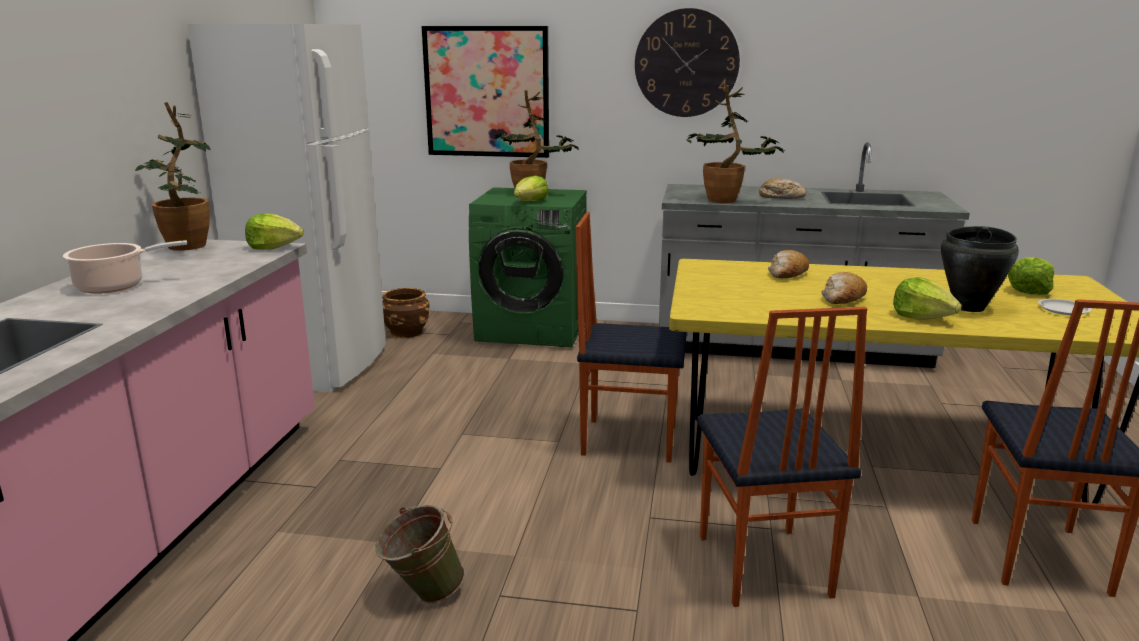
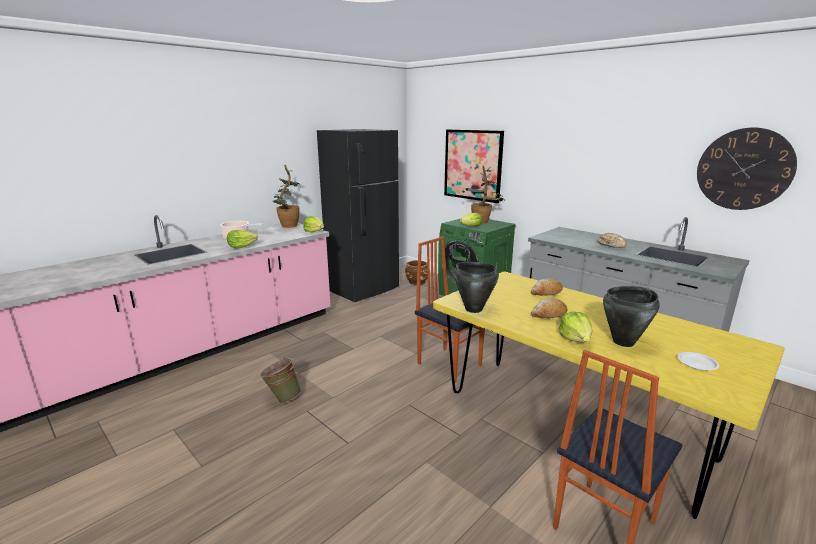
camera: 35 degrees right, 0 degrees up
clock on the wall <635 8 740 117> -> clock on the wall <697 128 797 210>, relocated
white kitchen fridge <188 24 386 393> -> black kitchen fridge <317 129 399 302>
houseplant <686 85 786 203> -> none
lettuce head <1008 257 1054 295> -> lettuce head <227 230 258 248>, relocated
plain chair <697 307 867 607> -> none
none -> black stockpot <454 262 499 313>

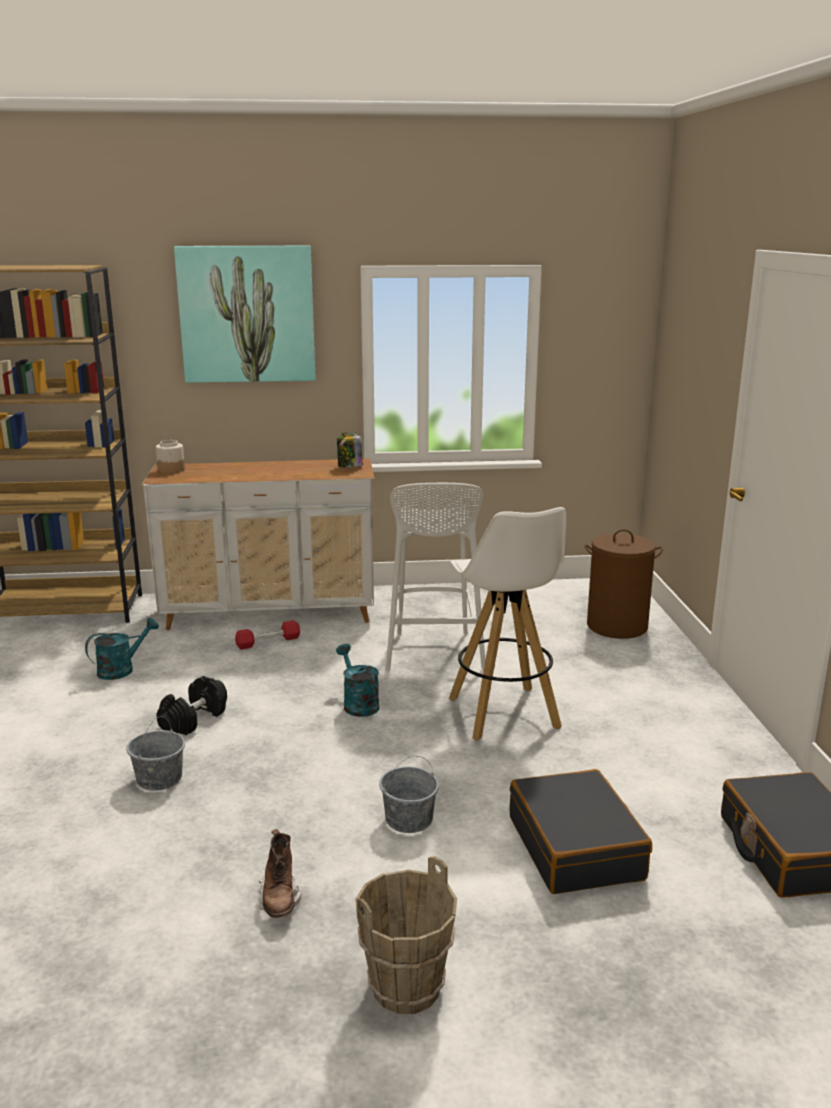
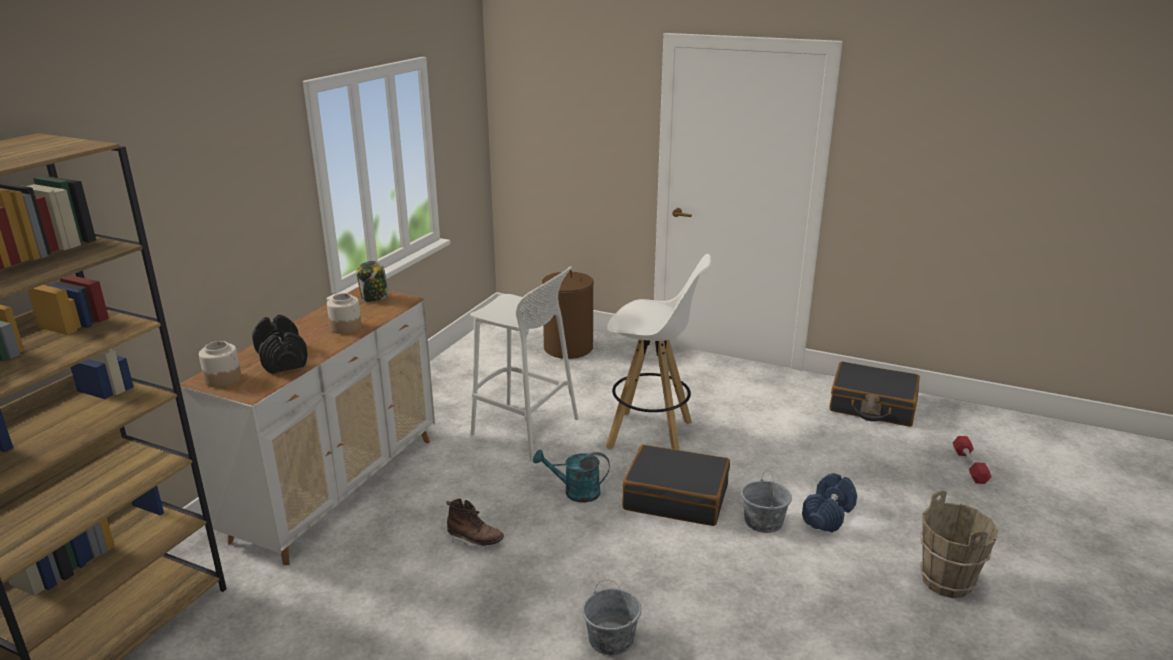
camera: 60 degrees left, 5 degrees up
wall picture <174 246 315 383> -> none
blue-green watering can <85 618 159 680> -> none
reddish hand weight <235 620 300 650> -> reddish hand weight <953 436 992 484>, relocated
black hand weight <156 676 227 735> -> black hand weight <252 315 308 374>, relocated
black travel case <509 769 652 894> -> black travel case <622 445 730 526>, relocated
brown-coloured tall boot <259 829 301 918> -> brown-coloured tall boot <446 498 504 548>, relocated
none -> storage jar <327 293 362 334>
none -> bluish hand weight <802 473 857 532>

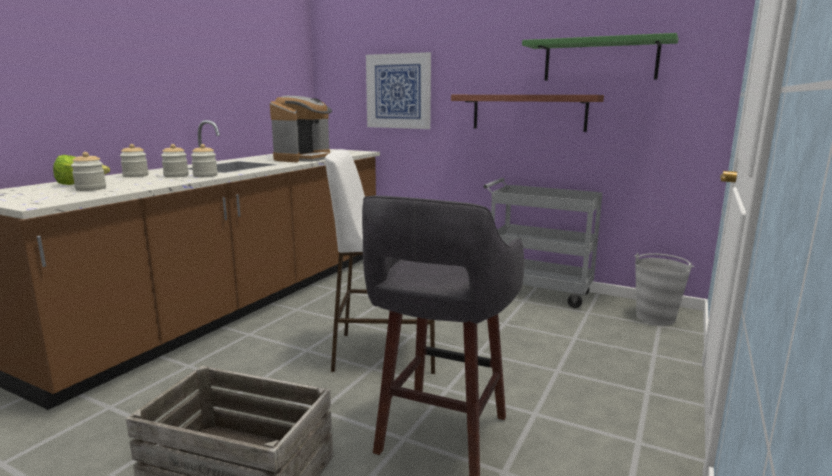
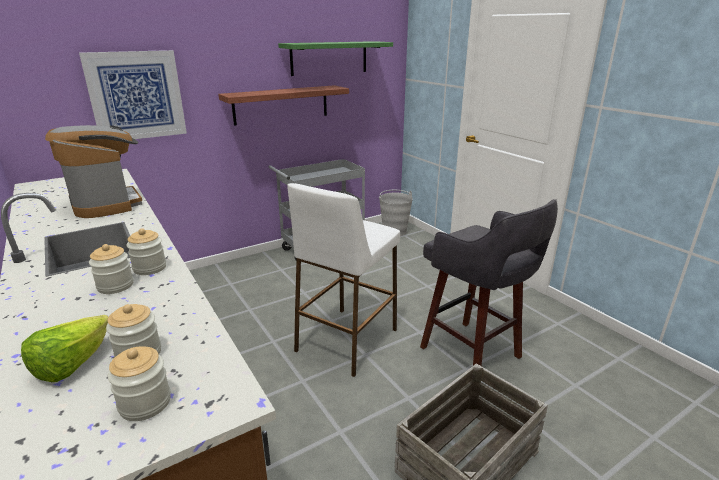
camera: 60 degrees left, 10 degrees up
storage jar <120 144 149 177> -> storage jar <108 347 171 421>, relocated

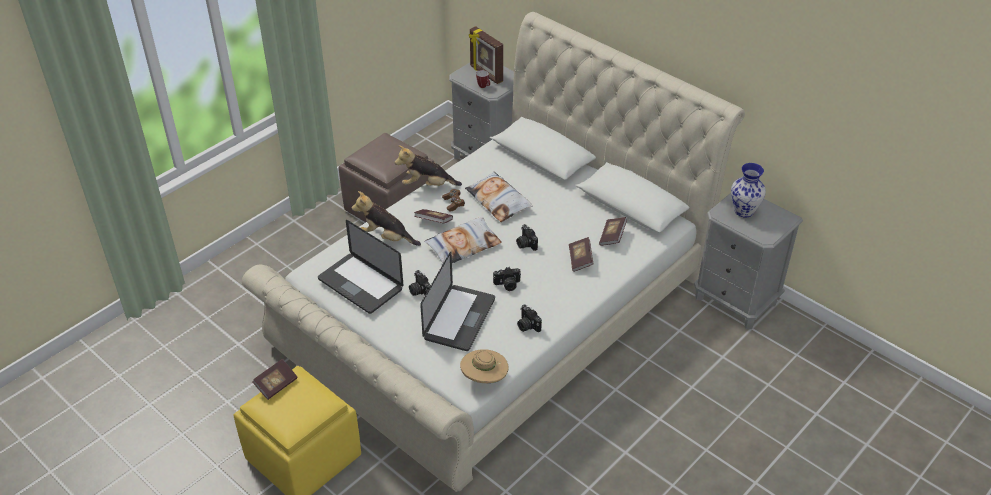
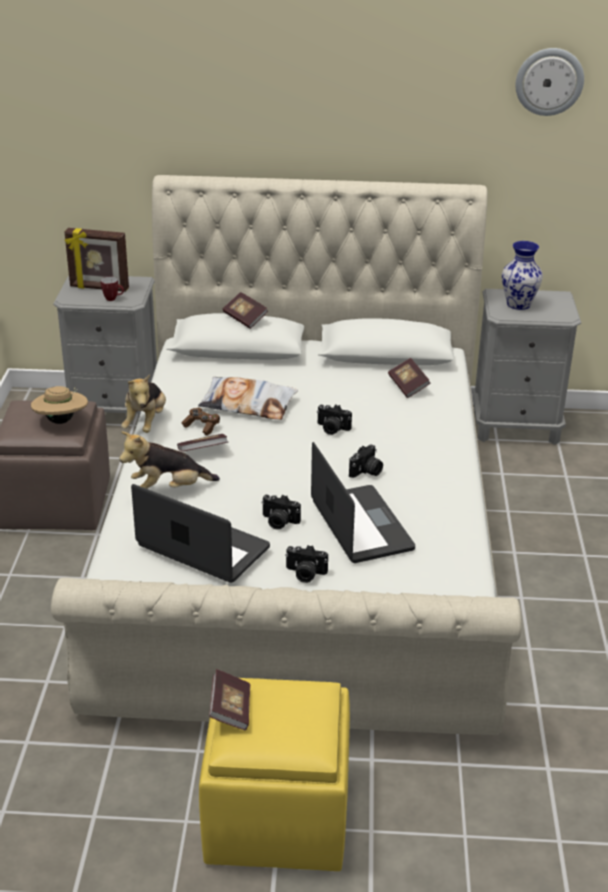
camera: 40 degrees left, 10 degrees down
plush toy <395 145 462 186> -> plush toy <121 374 166 433>, 45 degrees counterclockwise
throw pillow <424 217 502 263> -> none
notebook computer <318 220 403 314> -> notebook computer <131 484 270 583>, 150 degrees counterclockwise
book <569 237 593 272> -> book <223 292 268 329>, relocated
photo camera <517 304 542 332> -> photo camera <285 545 328 583>, relocated
beige-coloured hat <460 349 509 383> -> beige-coloured hat <31 386 88 424>, relocated
none -> clock on the wall <515 48 584 116>

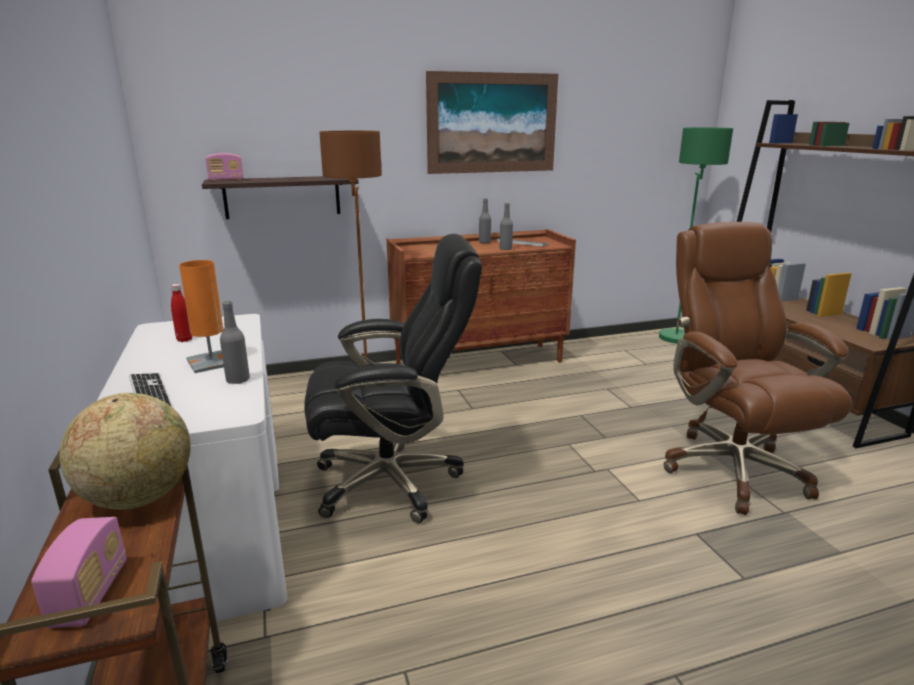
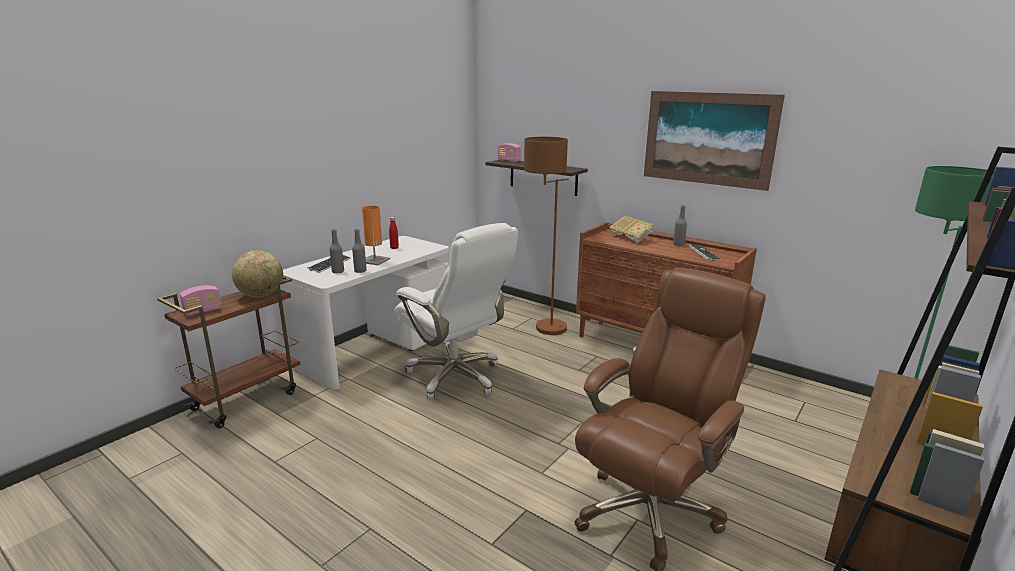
camera: 55 degrees right, 0 degrees up
grey bottle <500 203 513 250> -> grey bottle <329 229 344 274>, relocated
black desk chair <304 234 482 523> -> white desk chair <395 223 518 400>
none -> book <609 216 654 243>

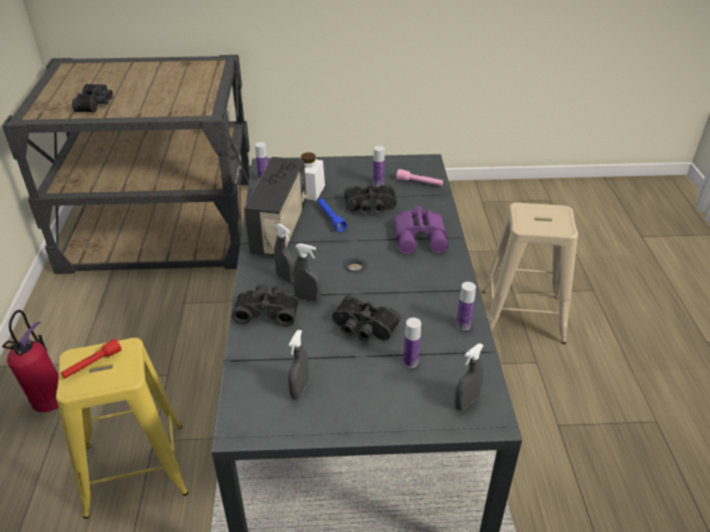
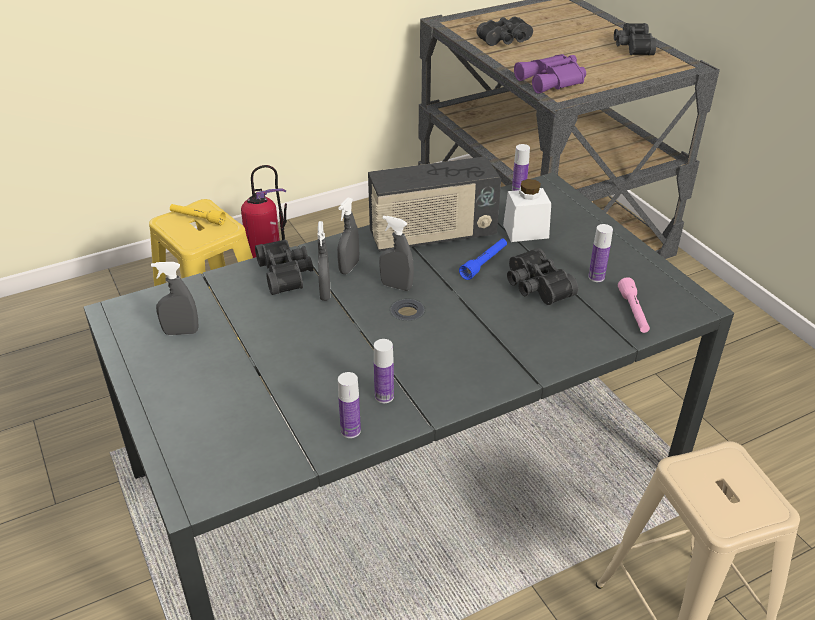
camera: 65 degrees right, 0 degrees up
purple-coloured field glasses <393 206 448 254> -> purple-coloured field glasses <514 54 586 94>, relocated
black field glasses <332 295 401 342> -> black field glasses <614 23 657 55>, relocated
bottle <403 318 421 368> -> bottle <374 339 394 403>, relocated
reddish torch <61 339 122 378> -> yellow-coloured torch <170 204 226 225>
grey hand sprayer <455 343 484 410> -> grey hand sprayer <379 215 414 291>, relocated

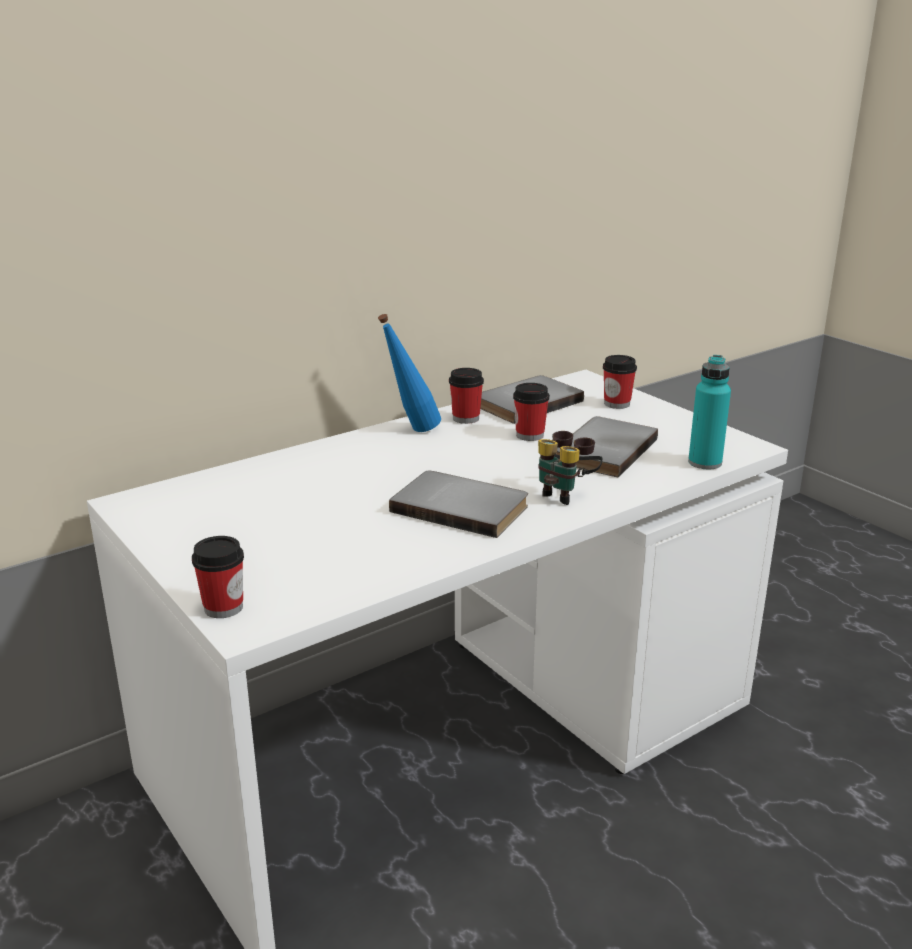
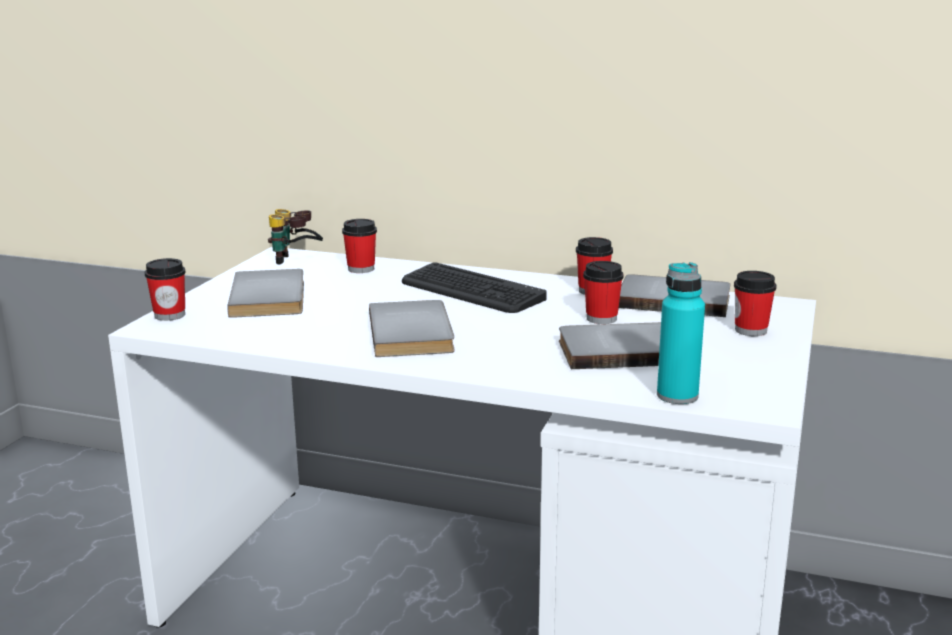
camera: 55 degrees right, 5 degrees down
bluish bottle <378 314 441 432> -> none
field glasses <538 431 602 505> -> field glasses <268 209 323 265>, relocated
none -> small cup <342 219 377 273>
none -> computer keyboard <402 262 547 313>
none -> grey book <227 269 304 318>

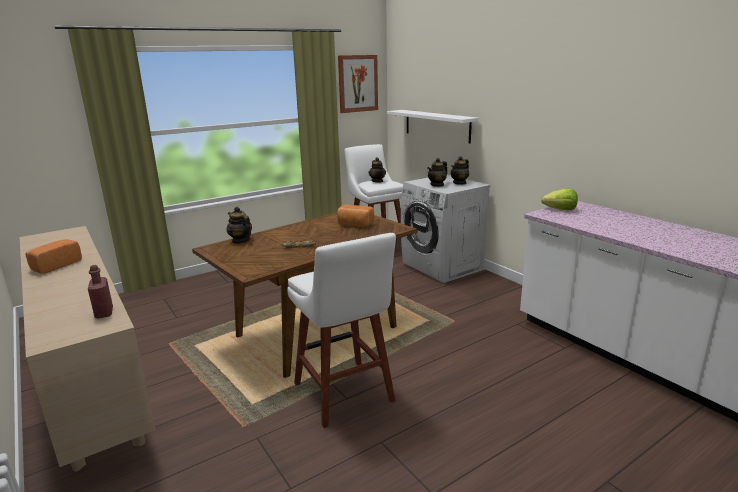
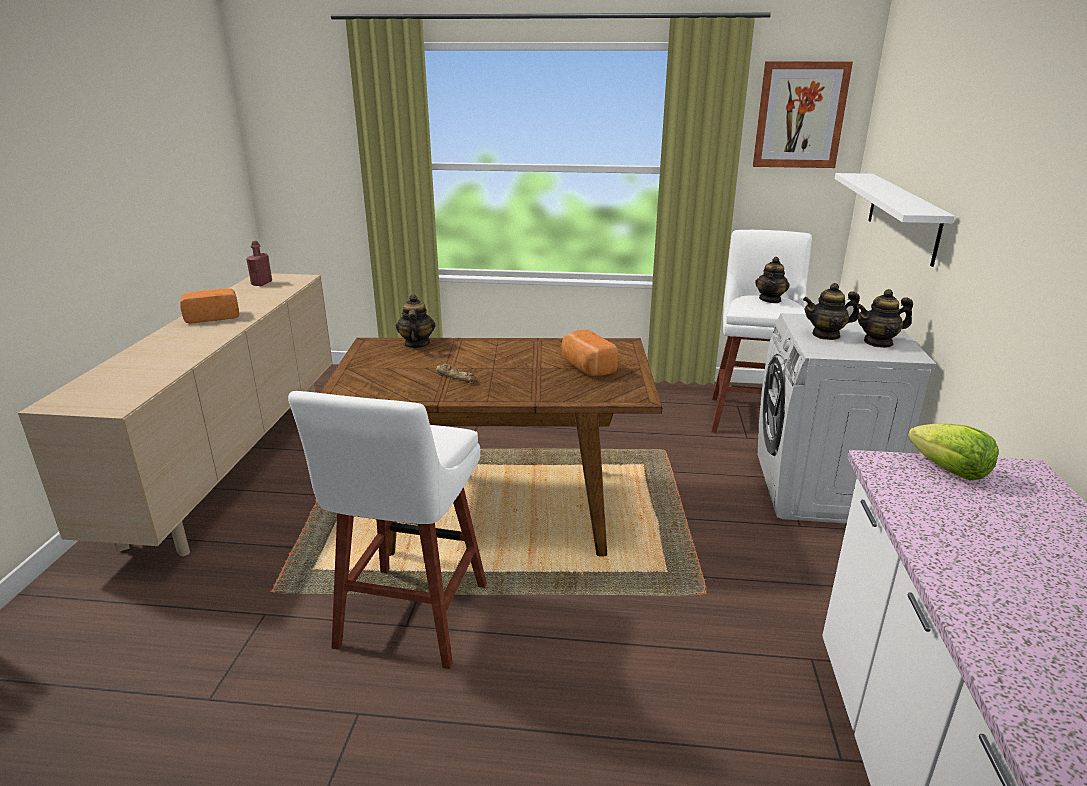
camera: 40 degrees right, 5 degrees up
reddish bottle <88 265 113 318> -> reddish bottle <246 241 272 286>, relocated

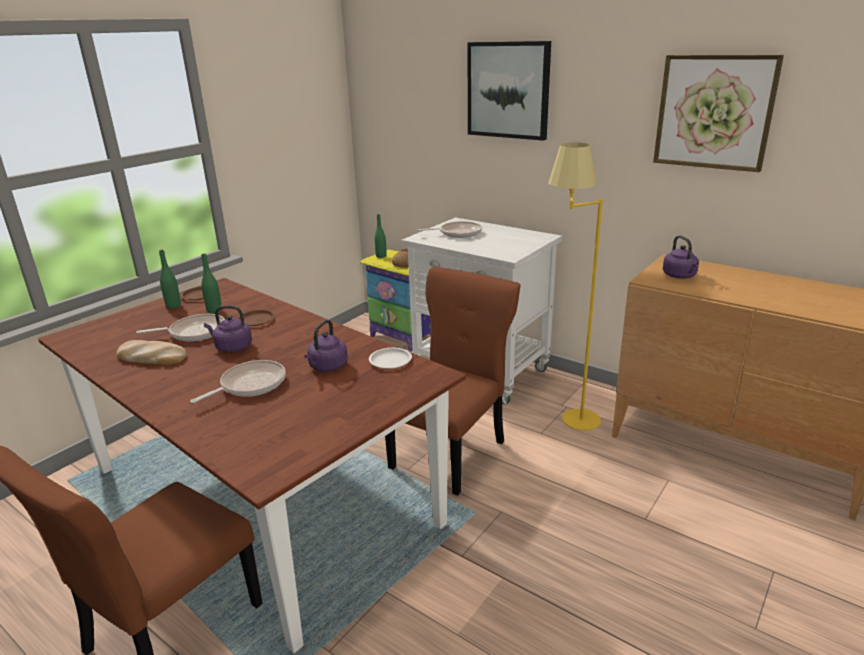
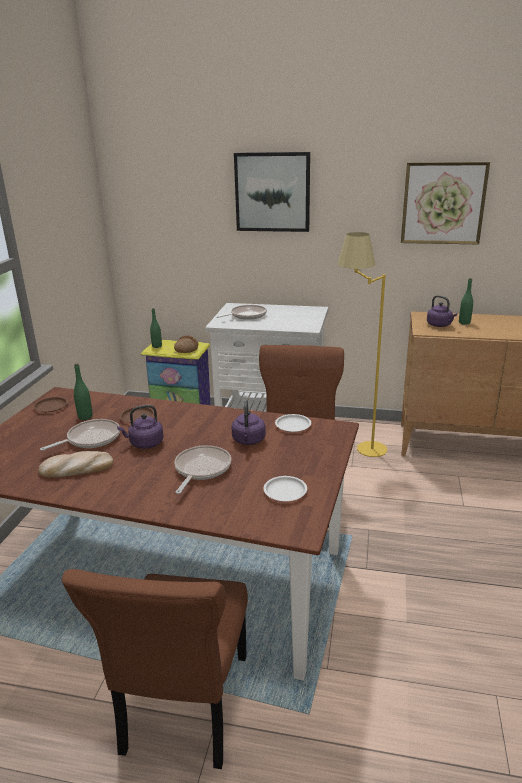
camera: 25 degrees left, 0 degrees up
greenish bottle <159 250 181 308> -> greenish bottle <459 278 473 325>, relocated
none -> white plate <264 476 307 501>

